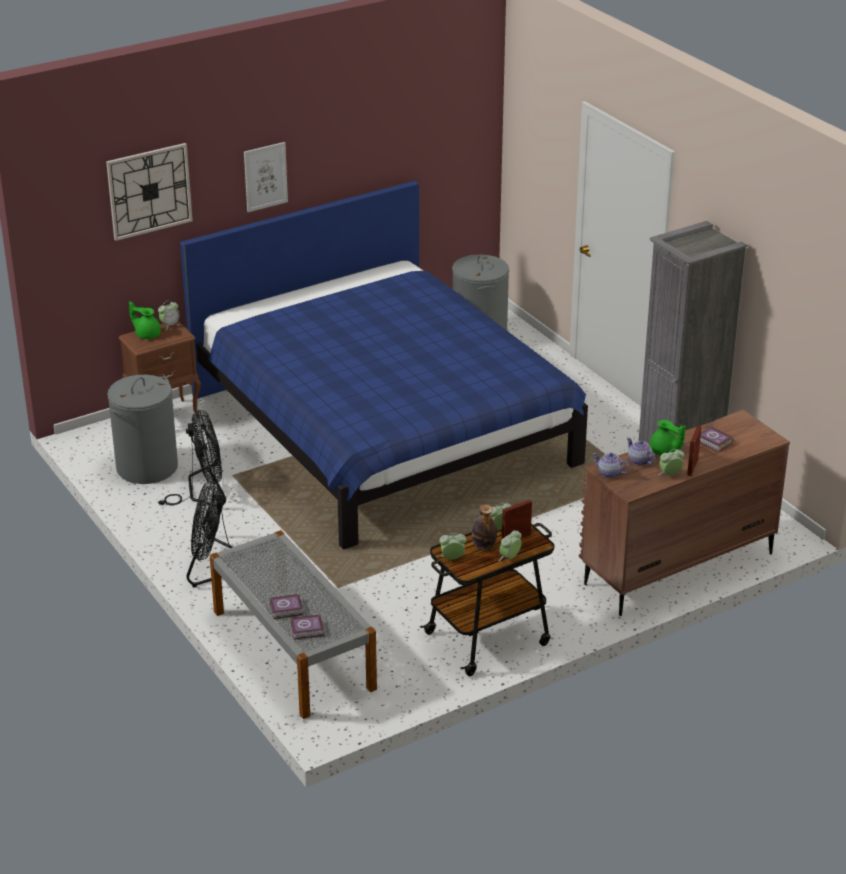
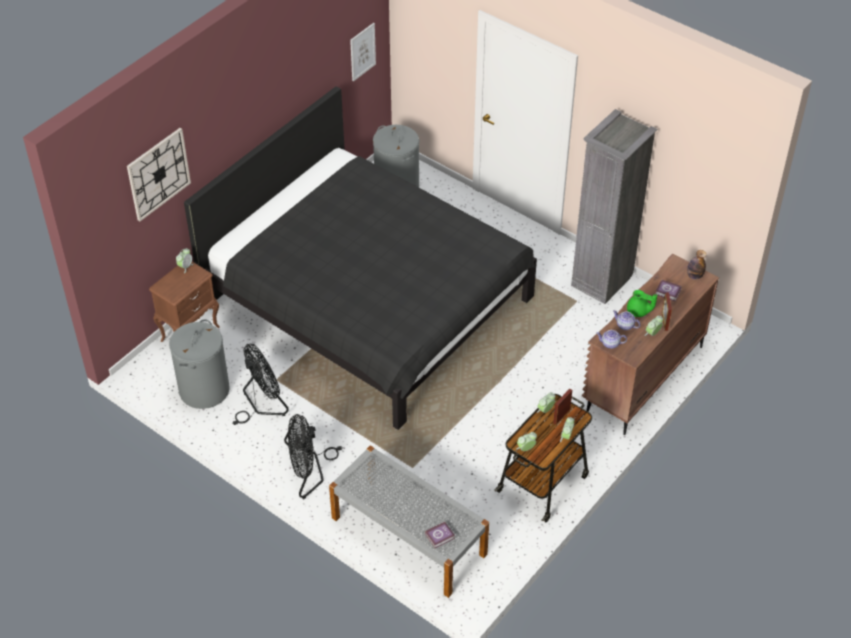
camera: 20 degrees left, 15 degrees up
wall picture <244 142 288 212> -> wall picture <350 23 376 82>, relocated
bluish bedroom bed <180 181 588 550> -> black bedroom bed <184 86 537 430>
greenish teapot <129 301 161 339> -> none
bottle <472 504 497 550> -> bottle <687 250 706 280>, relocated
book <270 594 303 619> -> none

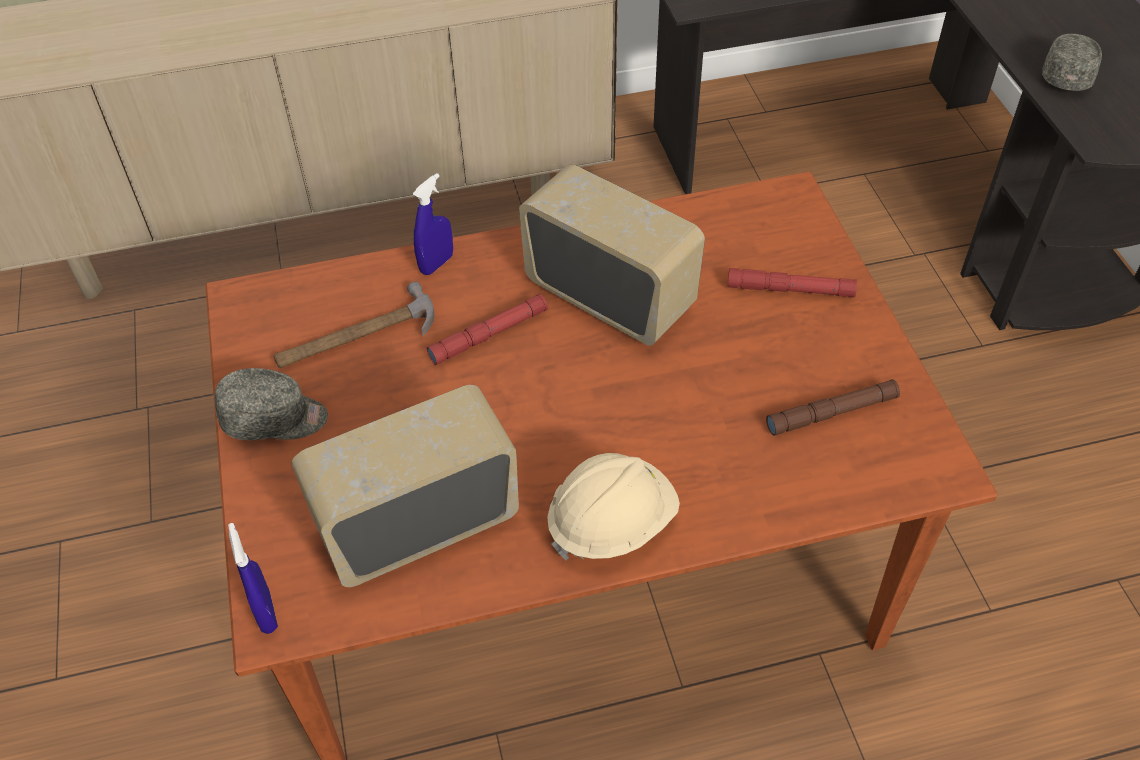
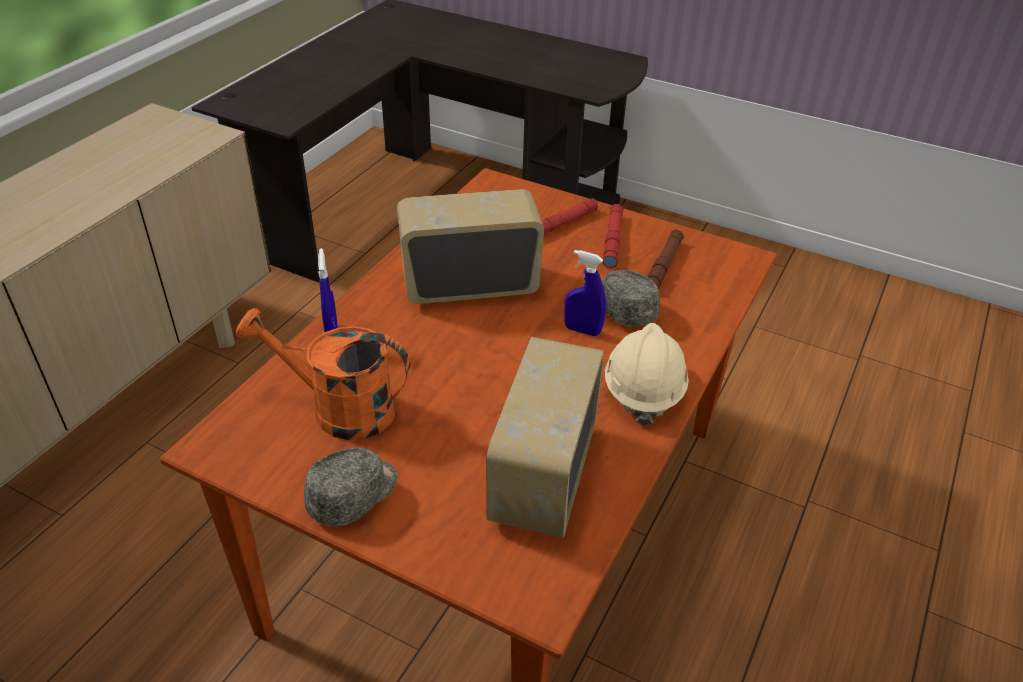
camera: 50 degrees left, 10 degrees down
grey peaked cap <1042 34 1102 91> -> grey peaked cap <602 270 660 327>, relocated
tool hammer <274 281 435 368> -> orange watering can <236 308 411 440>
reddish torch <427 294 548 365> -> reddish torch <602 204 623 268>, relocated
bluish hand sprayer <228 523 278 634> -> bluish hand sprayer <564 250 606 336>, relocated

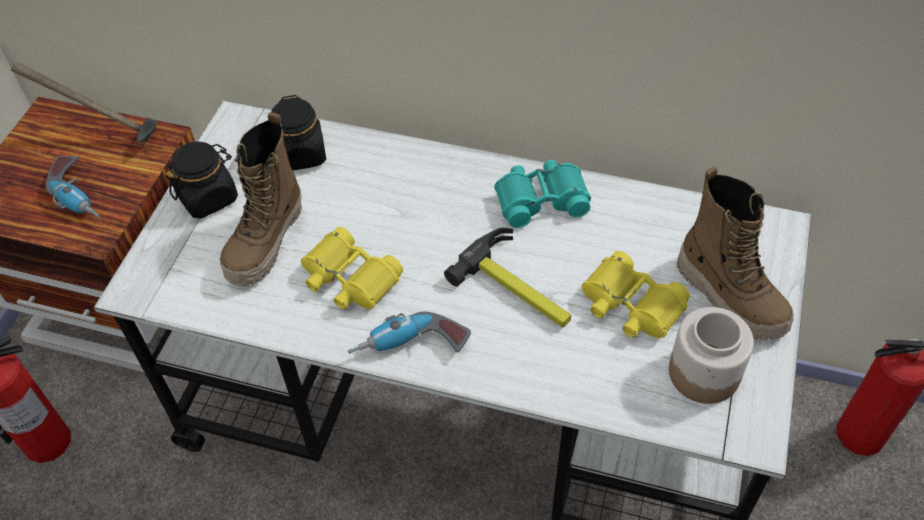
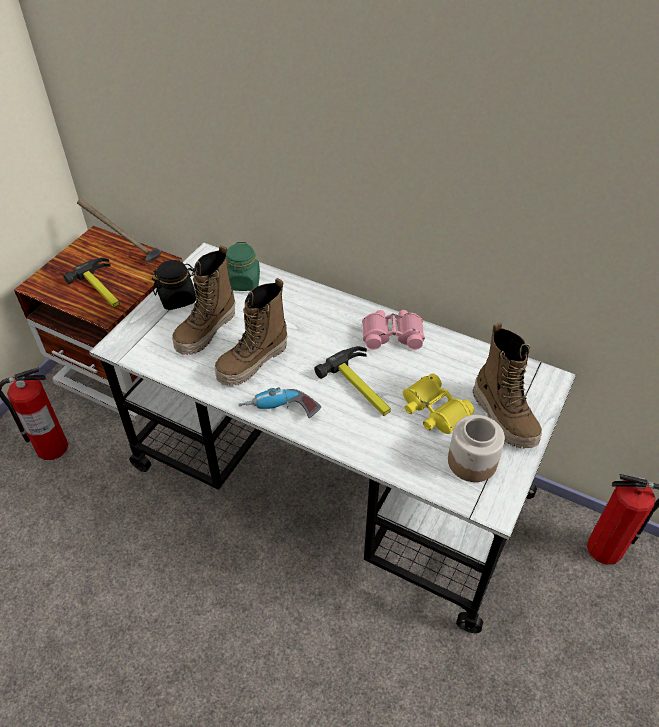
camera: 10 degrees right, 5 degrees down
black storage jar <271 95 326 170> -> greenish storage jar <227 242 260 291>
power drill <46 156 100 218> -> tool hammer <63 257 120 307>
blue-green field glasses <494 160 591 228> -> pinkish field glasses <362 310 425 350>
yellow-coloured field glasses <301 227 403 309> -> tall boot <215 278 288 386>

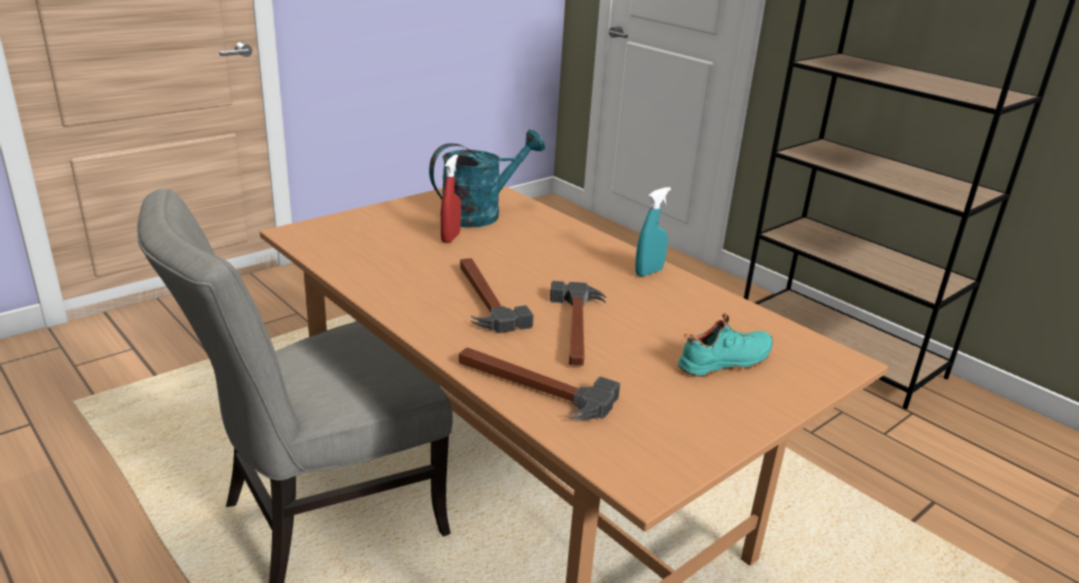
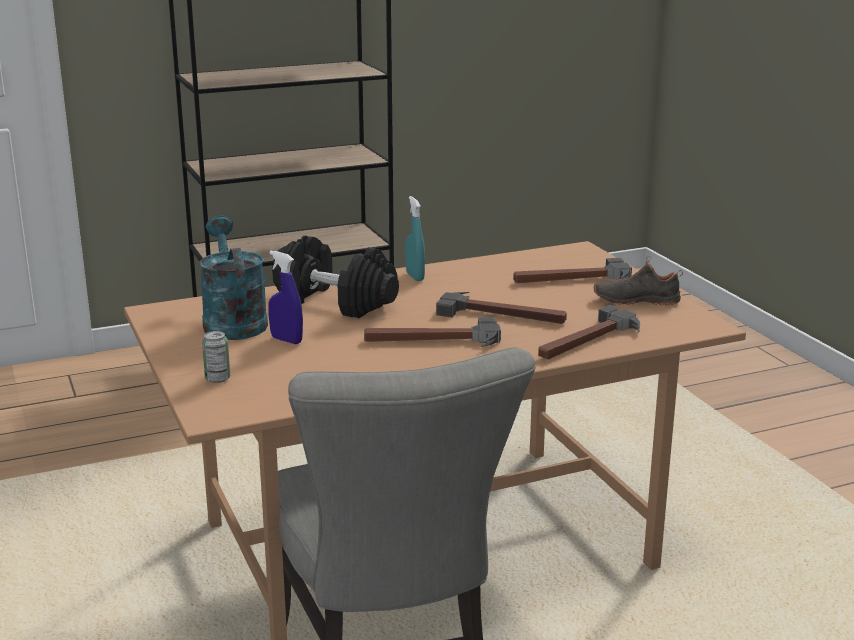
camera: 70 degrees left, 5 degrees down
reddish hand sprayer <441 154 461 243> -> bluish hand sprayer <268 251 303 344>
blue-green low shoe <678 313 773 377> -> tool hammer <513 258 632 283>
none -> black hand weight <272 235 399 318>
none -> black low shoe <594 256 683 306>
none -> sealed can <202 331 230 383>

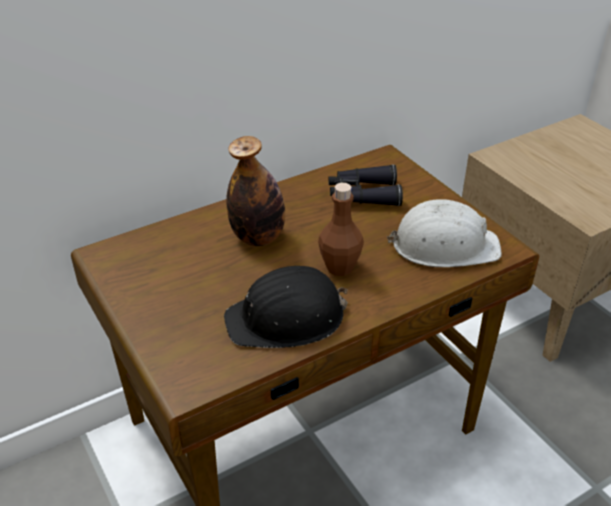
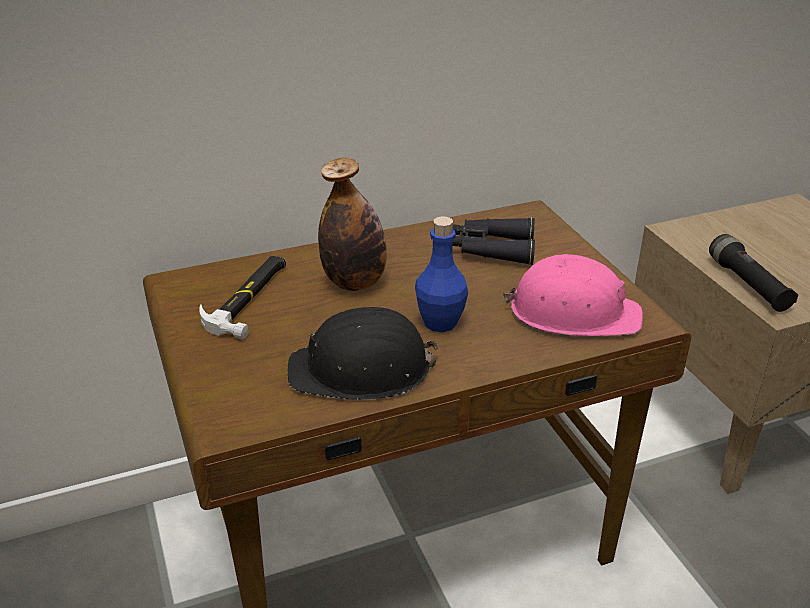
camera: 10 degrees right, 5 degrees down
brown-coloured bottle <318 183 364 276> -> bluish bottle <415 216 468 332>
white work helmet <387 199 502 267> -> pinkish work helmet <502 254 643 336>
none -> black torch <709 234 799 312>
none -> tool hammer <199 256 286 339>

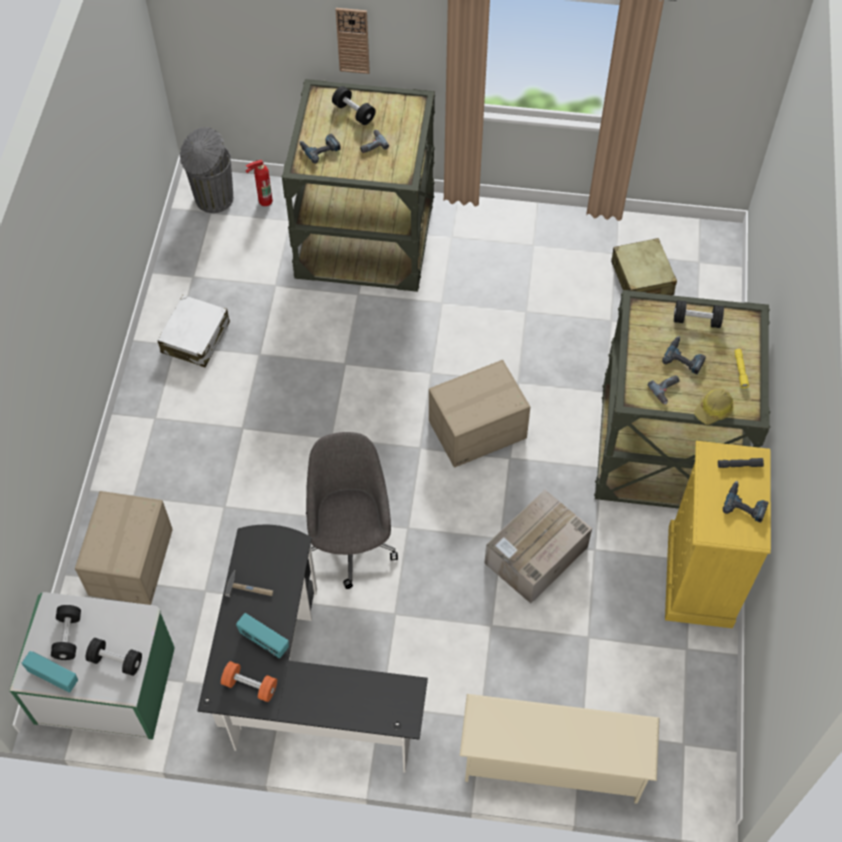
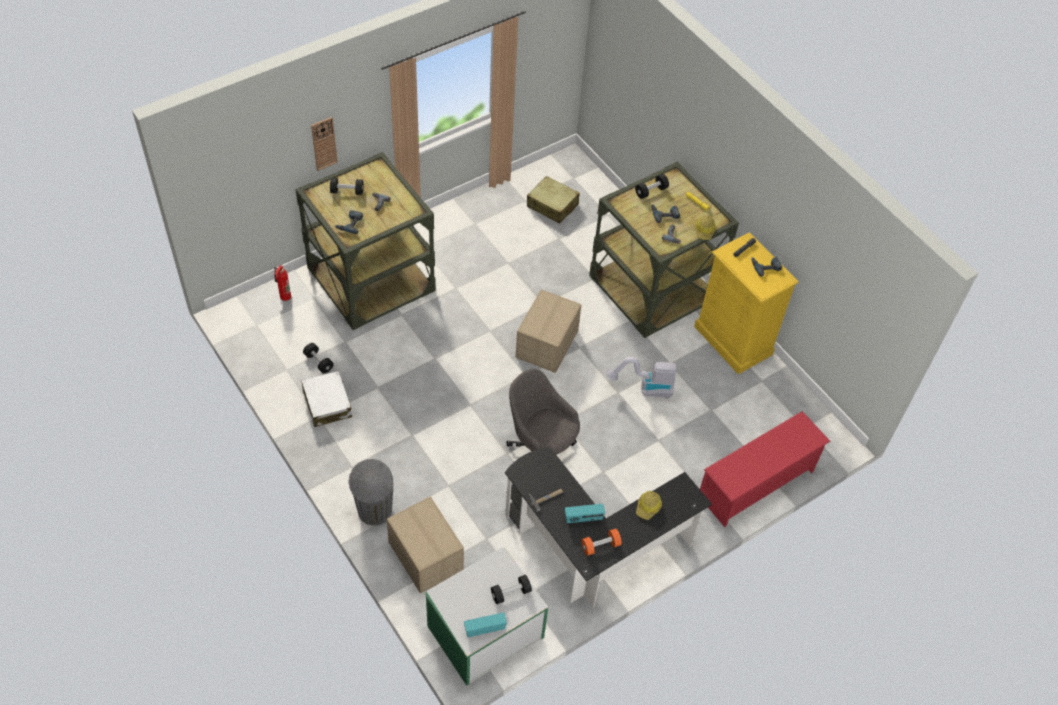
camera: 45 degrees left, 5 degrees down
grey trash can <180 127 233 213> -> grey trash can <349 459 394 526>, relocated
carton <484 489 592 603> -> hoover <607 357 676 399>
black hand weight <51 605 81 660> -> black hand weight <303 343 334 373>, relocated
beige-coloured shoe shelf <460 694 660 804> -> reddish shoe shelf <700 411 830 527>
none -> work helmet <636 491 662 520>

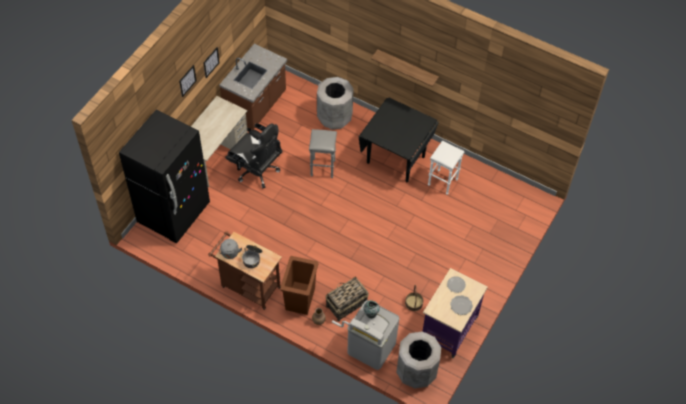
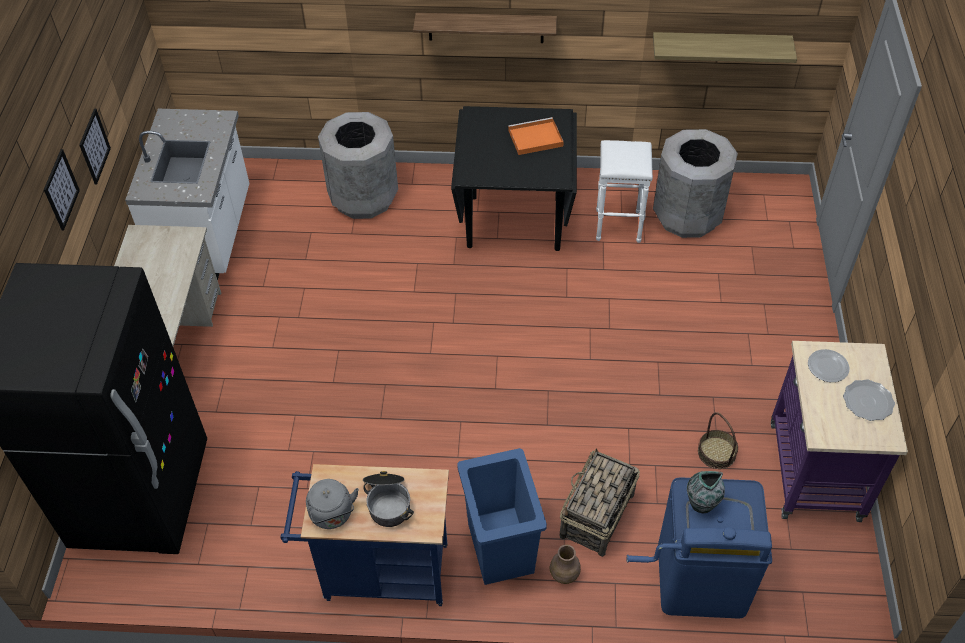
camera: 25 degrees left, 5 degrees down
brown-coloured counter <219 44 287 132> -> white counter <125 109 249 280>
black desk chair <225 123 283 188> -> none
grey sitting stool <309 129 337 178> -> none
brown-coloured wheeled cart <208 232 282 310> -> bluish wheeled cart <280 464 449 606>
brown-coloured trash can <280 256 318 315> -> bluish trash can <457 448 547 585>
grey laundry appliance <332 300 400 370> -> bluish laundry appliance <627 477 772 618>
grey trash can <396 331 441 389> -> grey trash can <653 129 738 238>, relocated
none -> wall shelf <653 32 797 63>
none -> orange tray <508 117 564 155>

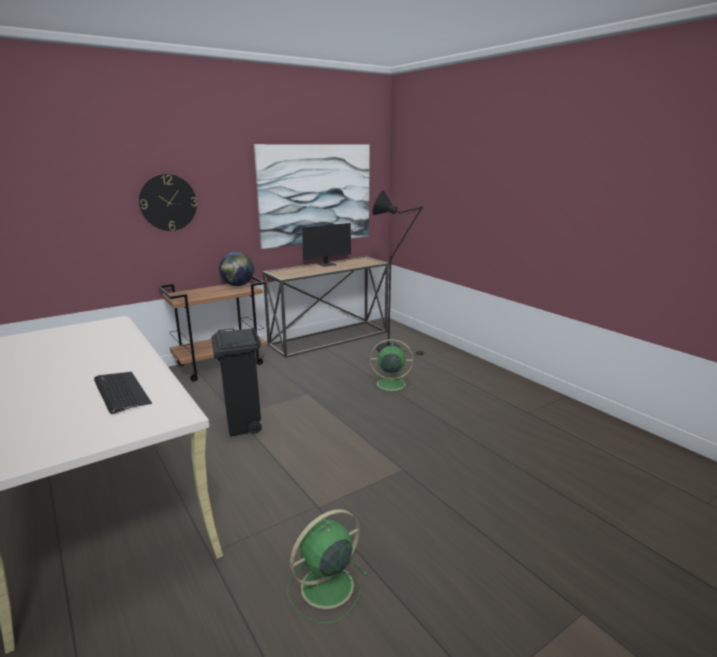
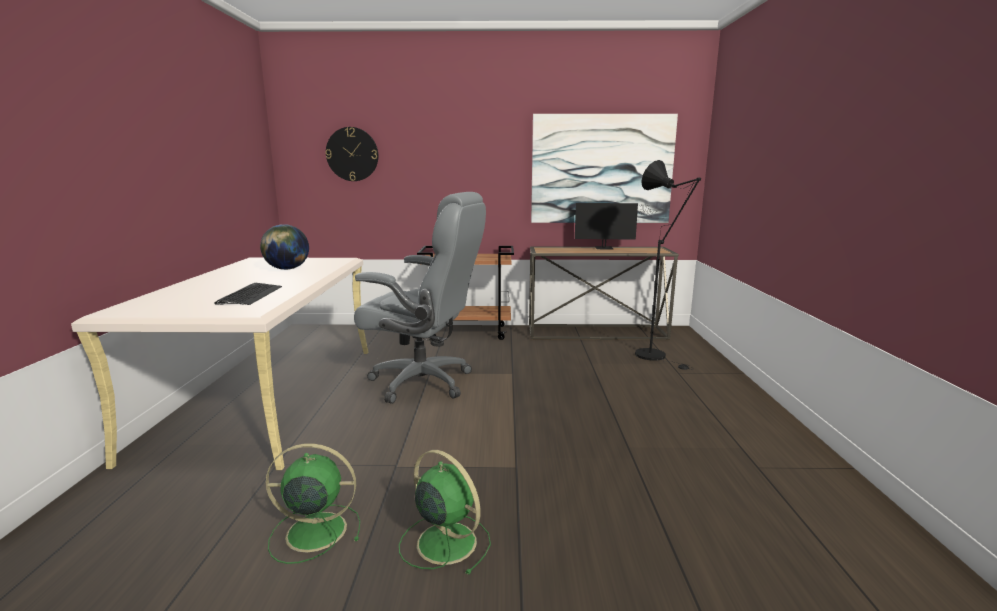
camera: 35 degrees right, 5 degrees down
clock on the wall <139 174 197 231> -> clock on the wall <325 127 378 181>, relocated
globe <219 252 254 286> -> globe <260 224 309 270>, relocated
black trash can <211 327 262 436> -> grey desk chair <354 192 486 404>
greenish cooling fan <370 339 413 394> -> greenish cooling fan <399 450 491 575>, relocated

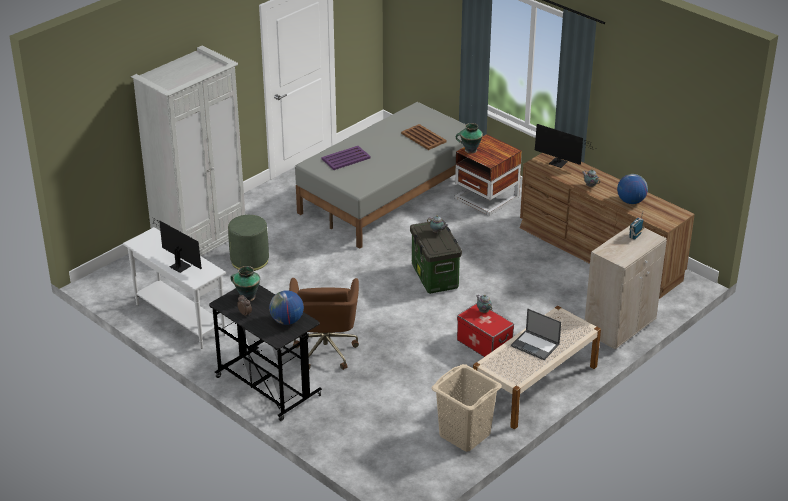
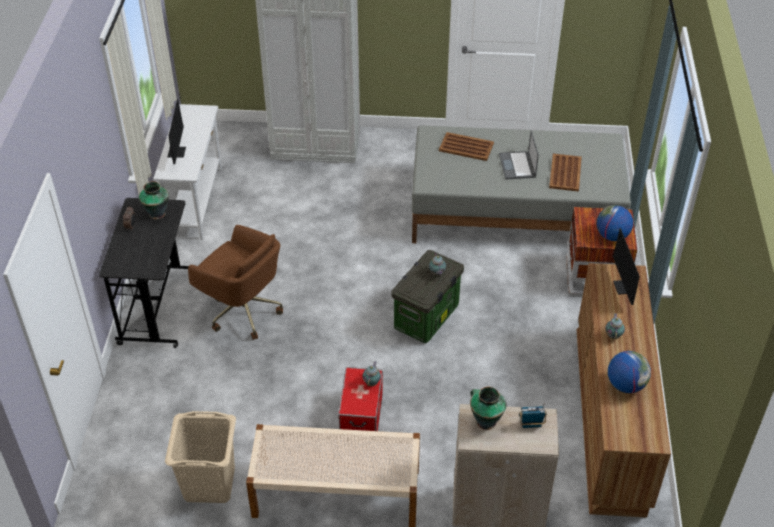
camera: 50 degrees right, 10 degrees up
flower vase <456 123 483 154> -> flower vase <470 386 507 430>, relocated
purple-coloured tray <322 146 371 170> -> brown-coloured tray <439 132 494 161>
greenish footrest <228 215 269 271> -> none
brown-coloured desk chair <289 278 359 370> -> brown-coloured desk chair <188 225 283 340>, 105 degrees counterclockwise
globe <269 290 304 325> -> globe <597 205 633 241>, relocated
notebook computer <511 309 561 360> -> notebook computer <499 130 539 180>, relocated

